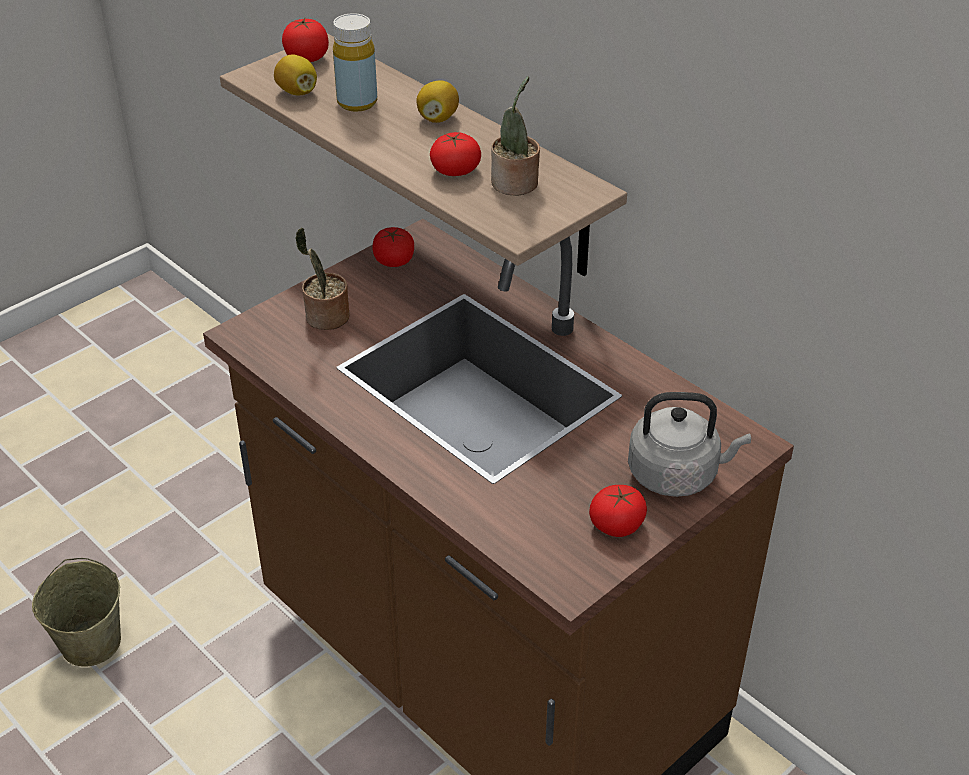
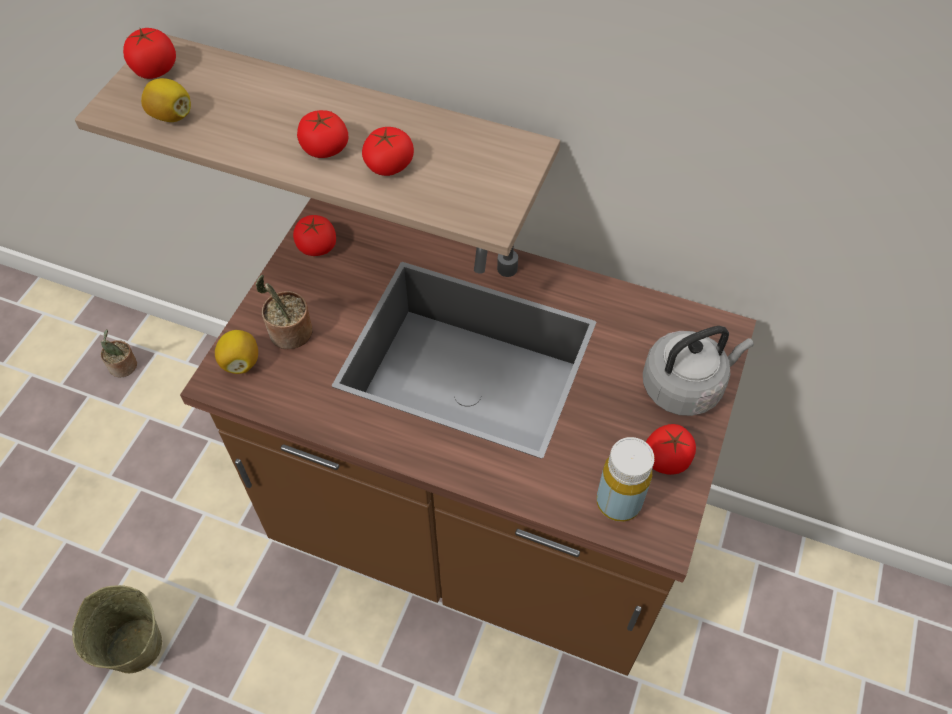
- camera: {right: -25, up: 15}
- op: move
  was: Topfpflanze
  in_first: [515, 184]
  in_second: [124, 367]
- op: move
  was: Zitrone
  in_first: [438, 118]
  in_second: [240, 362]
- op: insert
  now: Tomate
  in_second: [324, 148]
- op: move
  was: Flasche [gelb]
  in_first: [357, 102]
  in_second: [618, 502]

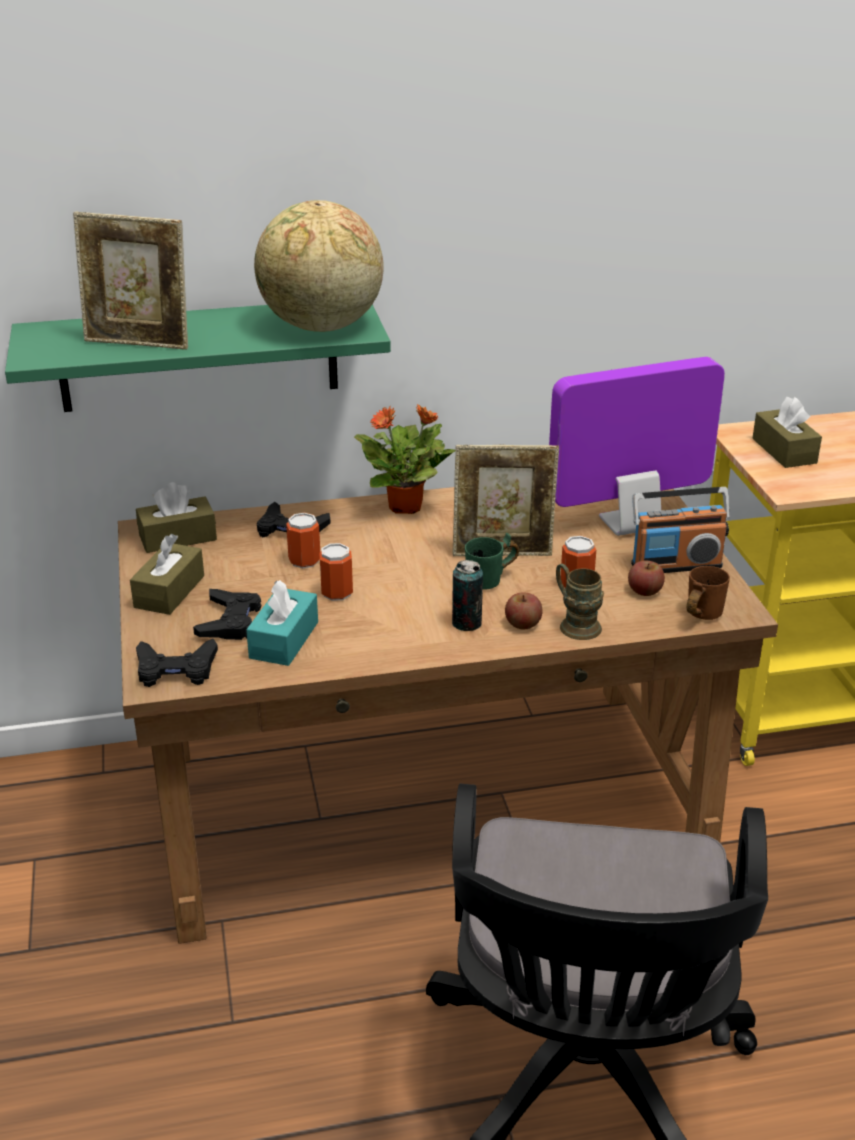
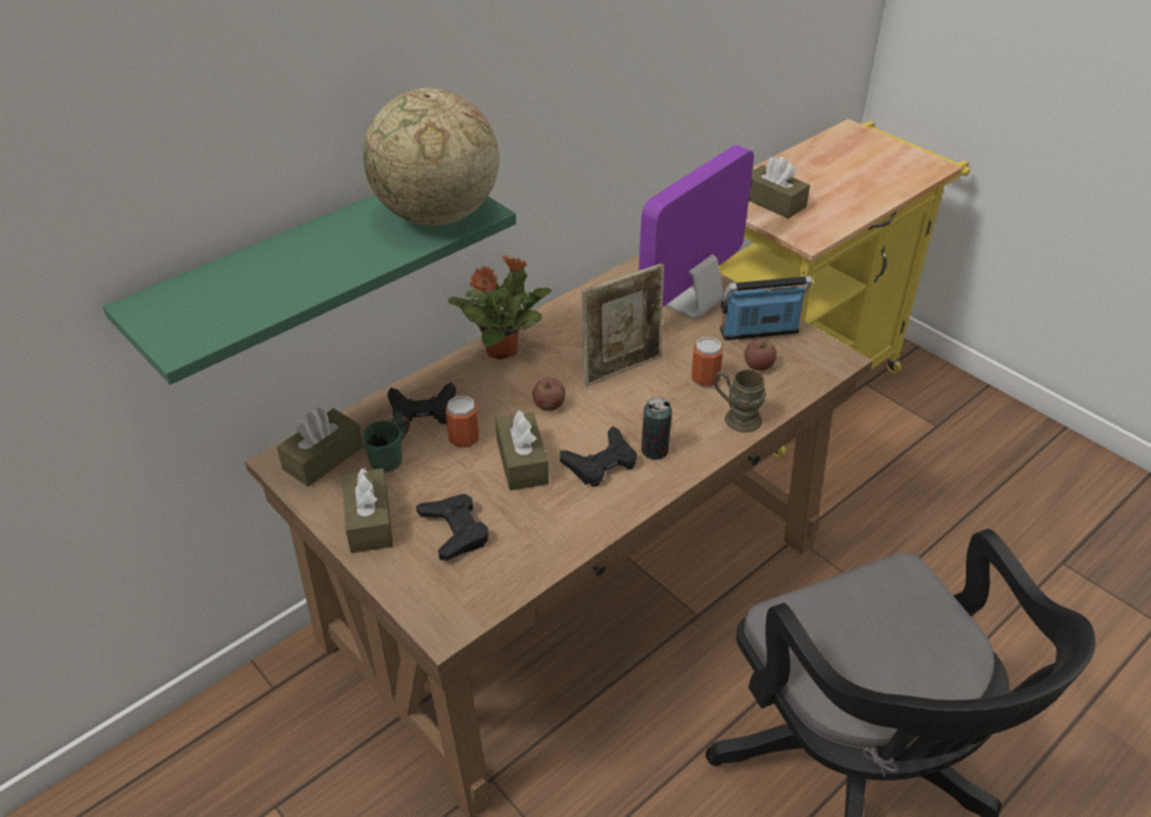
- camera: {right: -30, up: 10}
- op: move
  was: Henkelbecher [grün]
  in_first: [492, 583]
  in_second: [394, 459]
- op: replace
  was: Dose
  now: Taschentuchbox [braun]
  in_first: [337, 593]
  in_second: [522, 462]
- op: move
  was: Apfel
  in_first: [523, 624]
  in_second: [549, 405]
- op: move
  was: Gamepad [schwarz]
  in_first: [176, 669]
  in_second: [601, 463]
- op: rotate
  was: Radio
  in_first: [676, 565]
  in_second: [759, 332]
  clockwise: -150
- op: delete
  was: Bilderrahmen
  in_first: [139, 343]
- op: delete
  was: Taschentuchbox [türkis]
  in_first: [284, 640]
- op: delete
  was: Henkelbecher [braun]
  in_first: [697, 616]

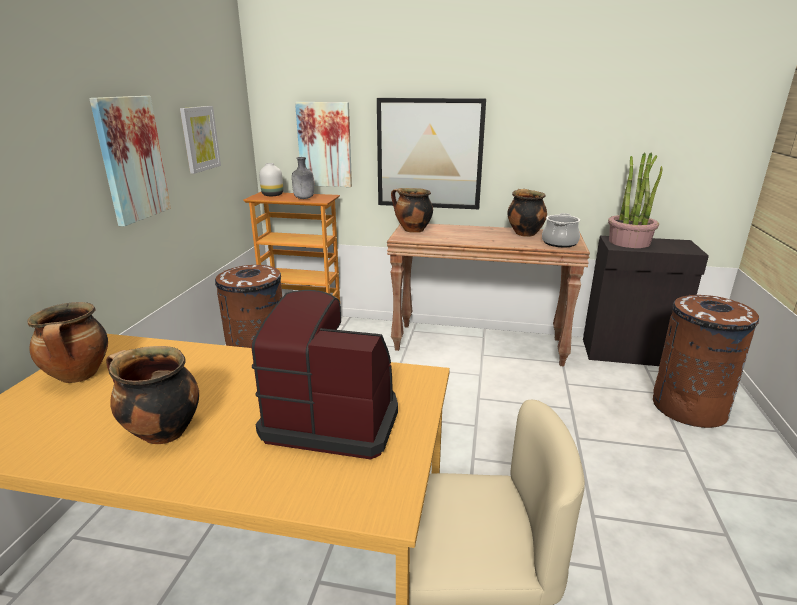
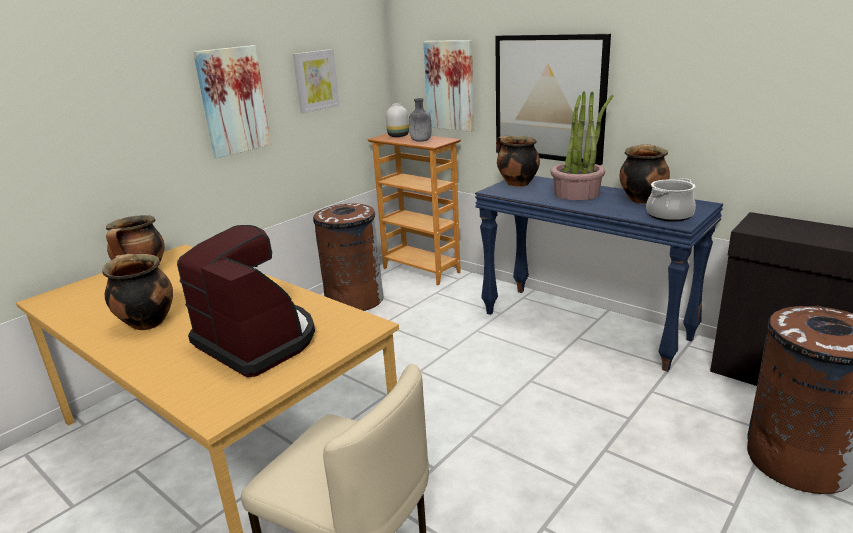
- camera: {right: 30, up: 0}
- op: recolor
  was: Konsolentisch [braun]
  now: Konsolentisch [blau]
  in_first: [479, 344]
  in_second: [585, 325]
- op: move
  was: Topfpflanze
  in_first: [629, 242]
  in_second: [577, 193]

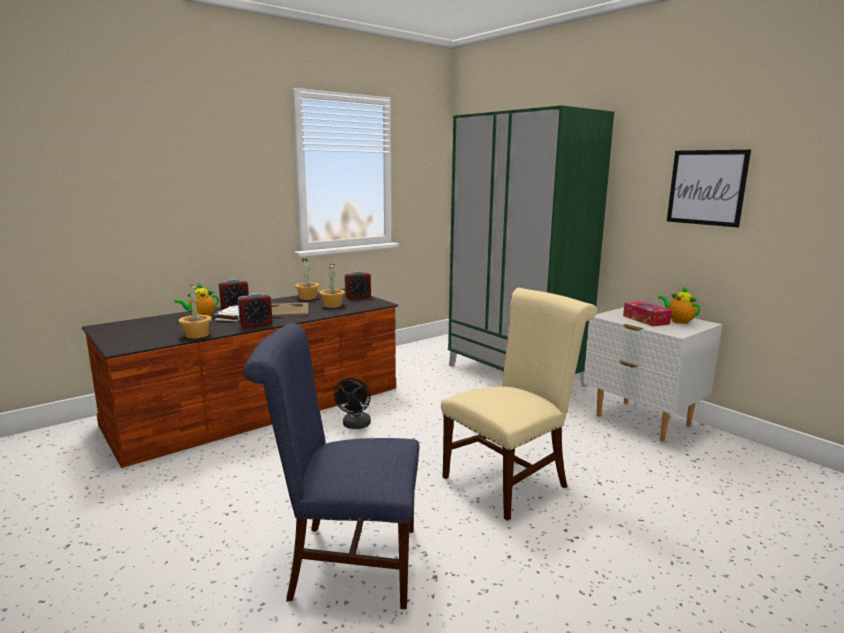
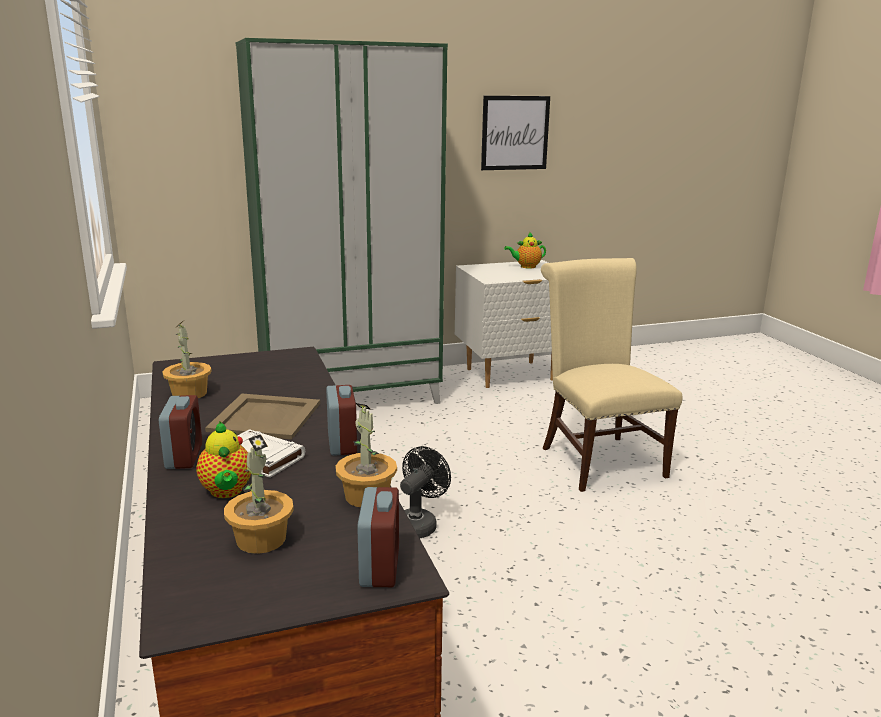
- camera: {right: -70, up: 5}
- op: move
  was: Topfpflanze
  in_first: [332, 305]
  in_second: [260, 539]
- op: move
  was: Wecker
  in_first: [358, 297]
  in_second: [379, 567]
- op: rotate
  was: Ventilator [schwarz]
  in_first: [355, 426]
  in_second: [419, 524]
  clockwise: -90
- op: delete
  was: Stuhl [blau]
  in_first: [345, 563]
- op: delete
  was: Taschentuchbox
  in_first: [646, 320]

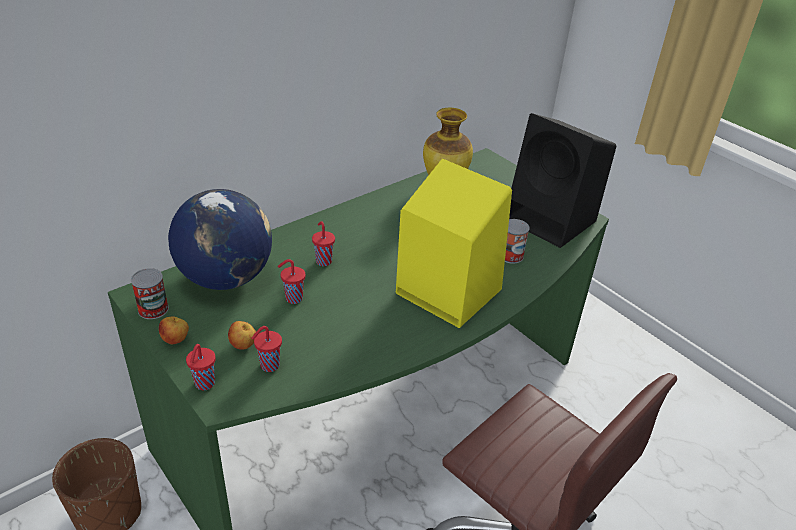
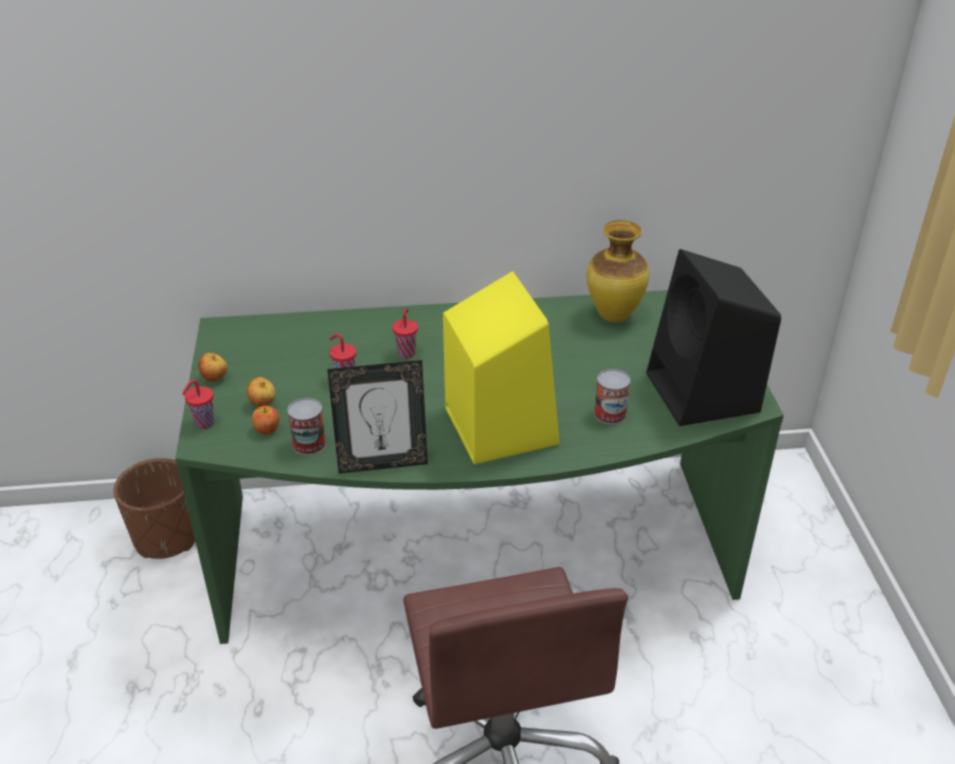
- camera: {right: 35, up: 0}
- op: replace
  was: Tasse [rot]
  now: Apfel
  in_first: [268, 366]
  in_second: [267, 429]
- op: move
  was: Dose
  in_first: [153, 309]
  in_second: [309, 444]
- op: insert
  now: Bilderrahmen
  in_second: [382, 463]
- op: delete
  was: Globus
  in_first: [226, 278]

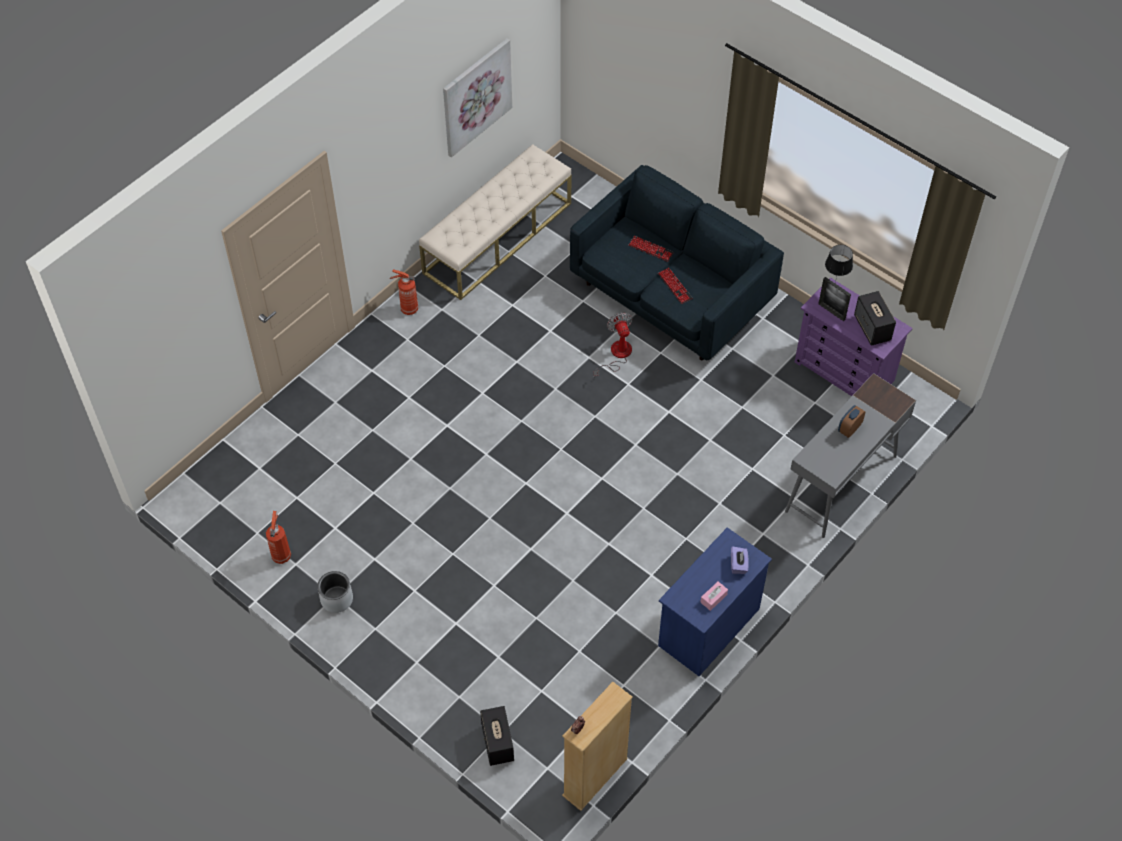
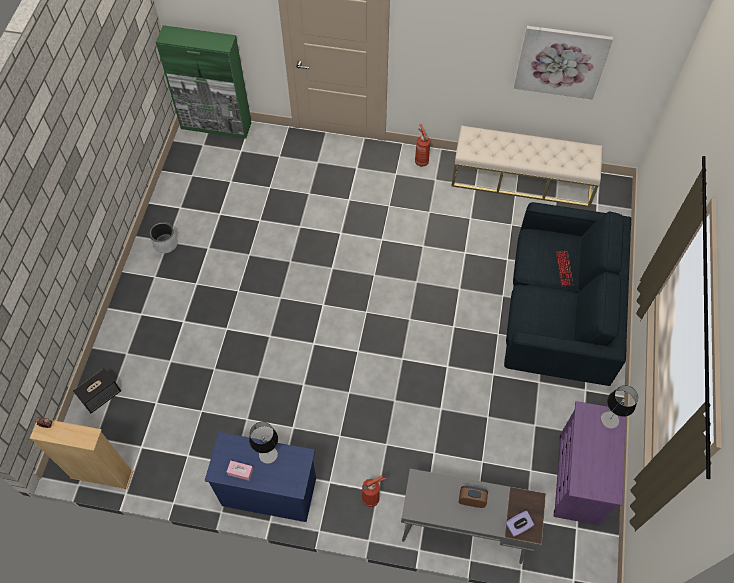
- camera: {right: 60, up: 5}
- op: insert
  now: Schrank [grün]
  in_second: [216, 126]
- op: insert
  now: Tischlampe
  in_second: [268, 454]
- op: move
  was: Feuerlöscher
  in_first: [281, 555]
  in_second: [371, 498]
- op: move
  was: Taschentuchbox [lila]
  in_first: [738, 565]
  in_second: [518, 526]
- op: delete
  was: Ventilator
  in_first: [616, 355]
- op: delete
  was: Tastatur
  in_first: [675, 286]
- op: delete
  was: Bilderrahmen
  in_first: [831, 311]
- op: delete
  was: Lautsprecher
  in_first: [872, 328]

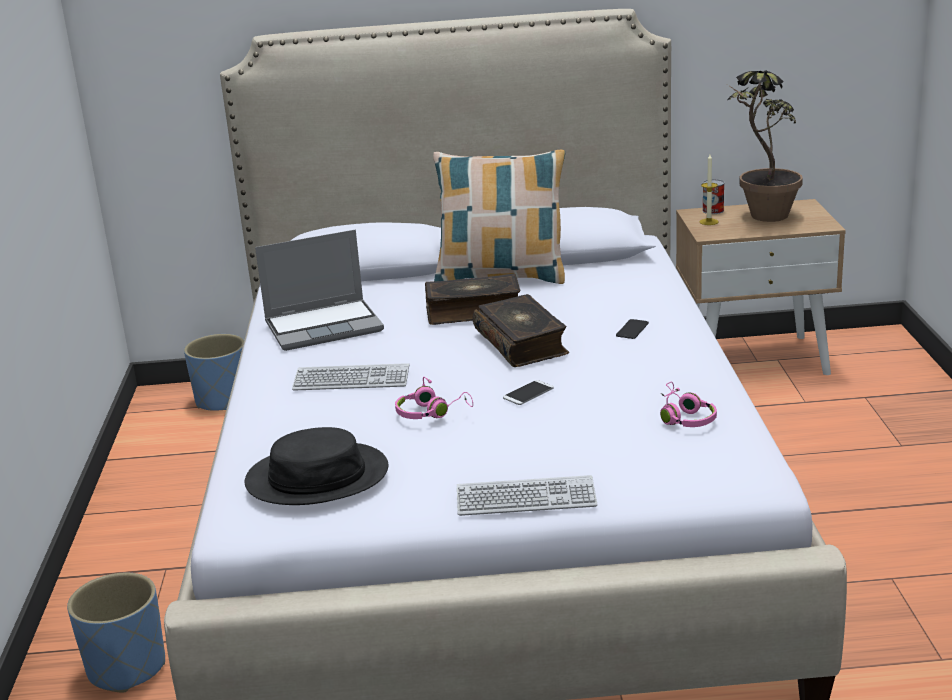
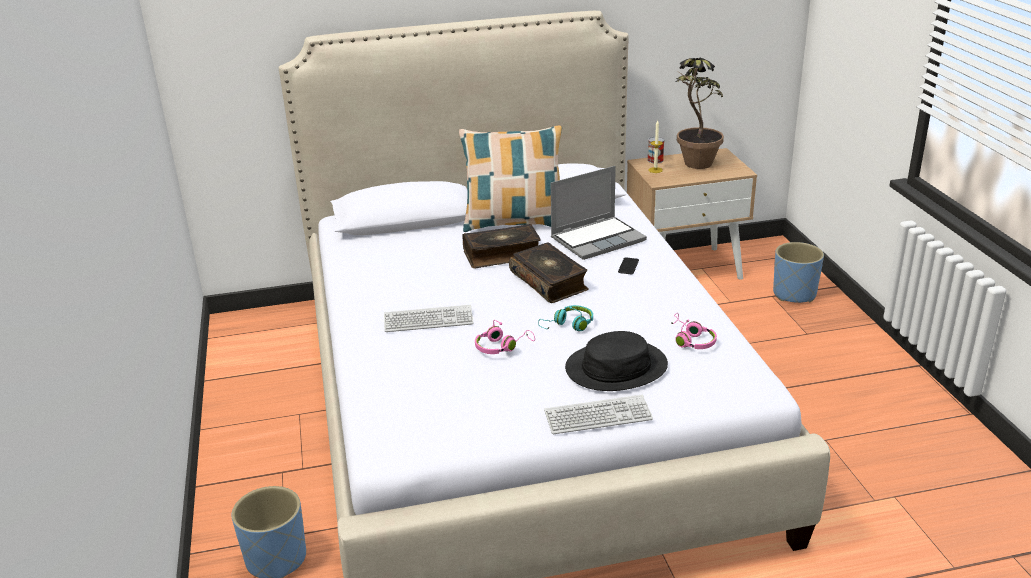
- camera: {right: -10, up: 5}
- op: replace
  was: Handy
  now: Kopfhörer [türkis]
  in_first: [528, 393]
  in_second: [568, 325]
- op: move
  was: Laptop
  in_first: [325, 326]
  in_second: [598, 239]
- op: move
  was: Hut [schwarz]
  in_first: [317, 476]
  in_second: [616, 367]
- op: move
  was: Pflanzkübel [blau]
  in_first: [223, 401]
  in_second: [794, 294]

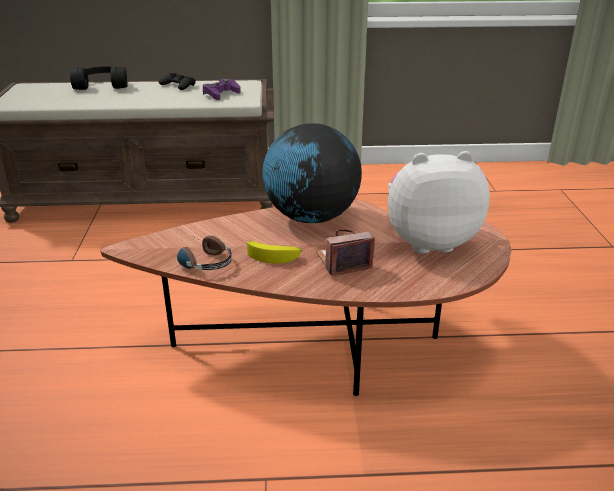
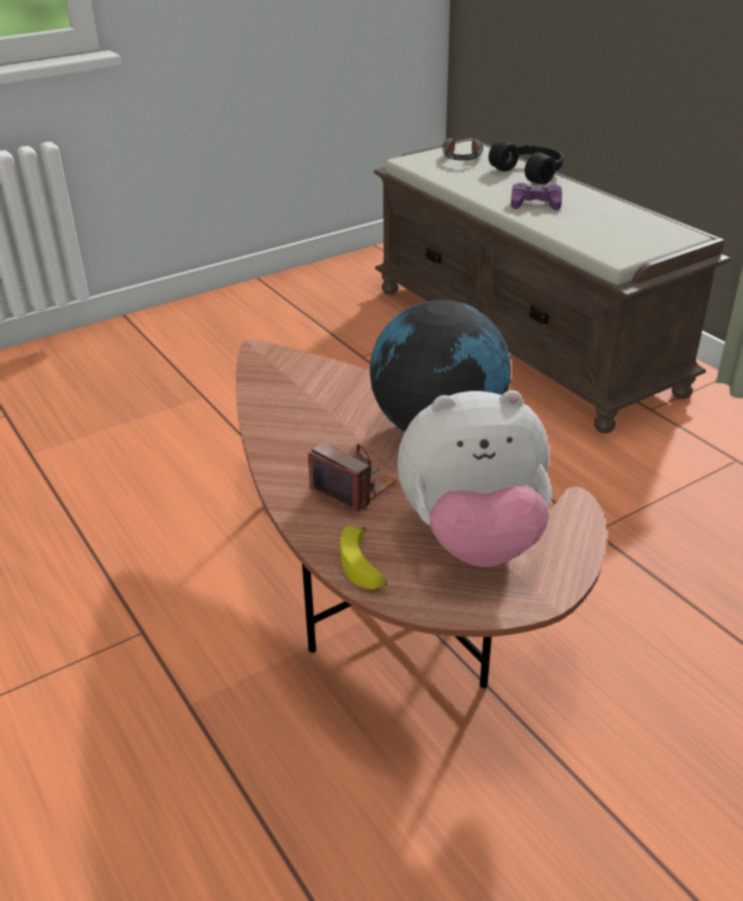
- camera: {right: 60, up: 5}
- op: move
  was: Banane
  in_first: [274, 256]
  in_second: [364, 567]
- op: rotate
  was: Plüschtier
  in_first: [428, 241]
  in_second: [473, 539]
  clockwise: 120
- op: move
  was: Kopfhörer
  in_first: [201, 260]
  in_second: [462, 156]
- op: move
  was: Gamepad [lila]
  in_first: [221, 94]
  in_second: [535, 203]
- op: delete
  was: Gamepad [schwarz]
  in_first: [178, 85]

